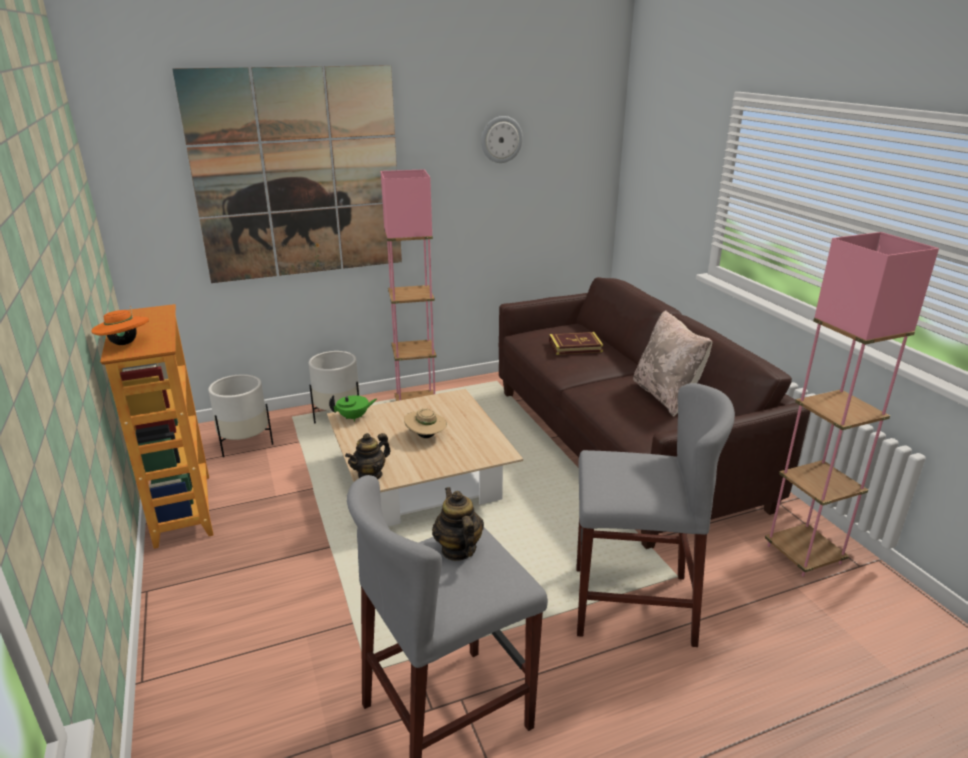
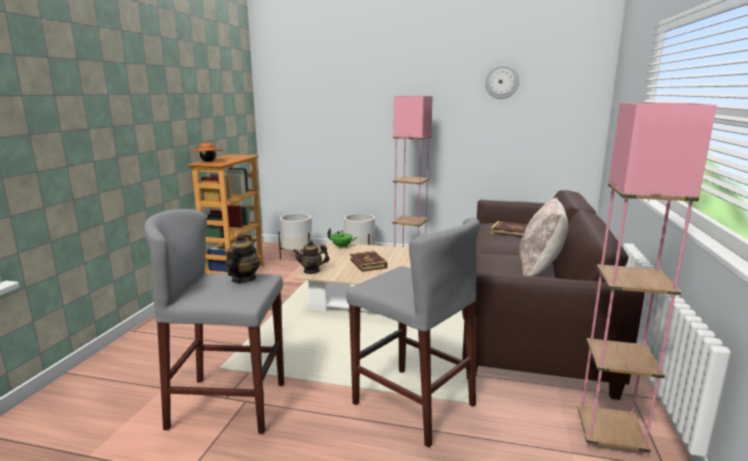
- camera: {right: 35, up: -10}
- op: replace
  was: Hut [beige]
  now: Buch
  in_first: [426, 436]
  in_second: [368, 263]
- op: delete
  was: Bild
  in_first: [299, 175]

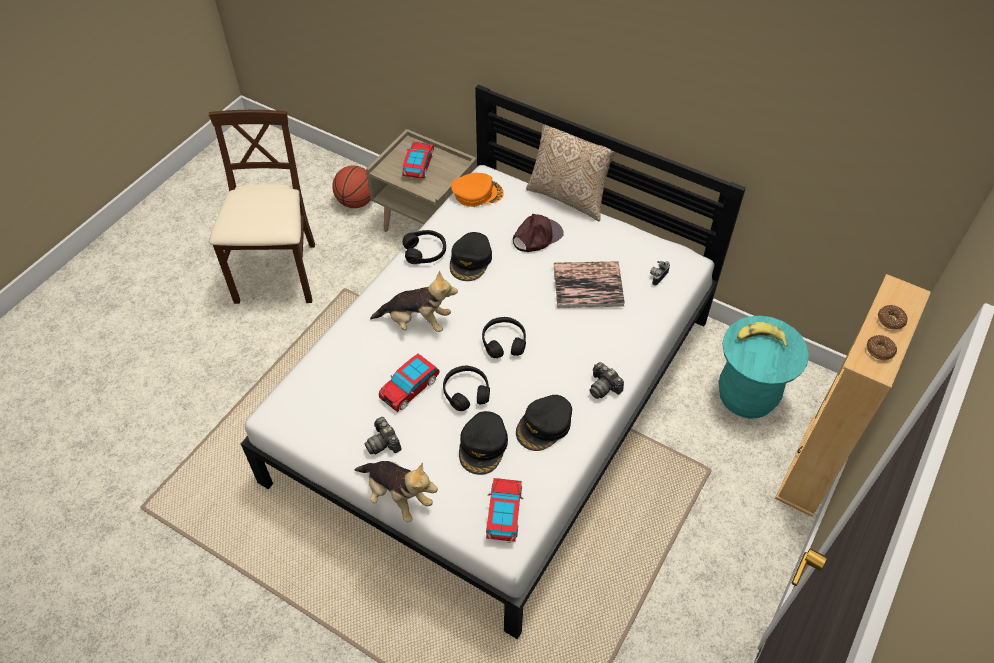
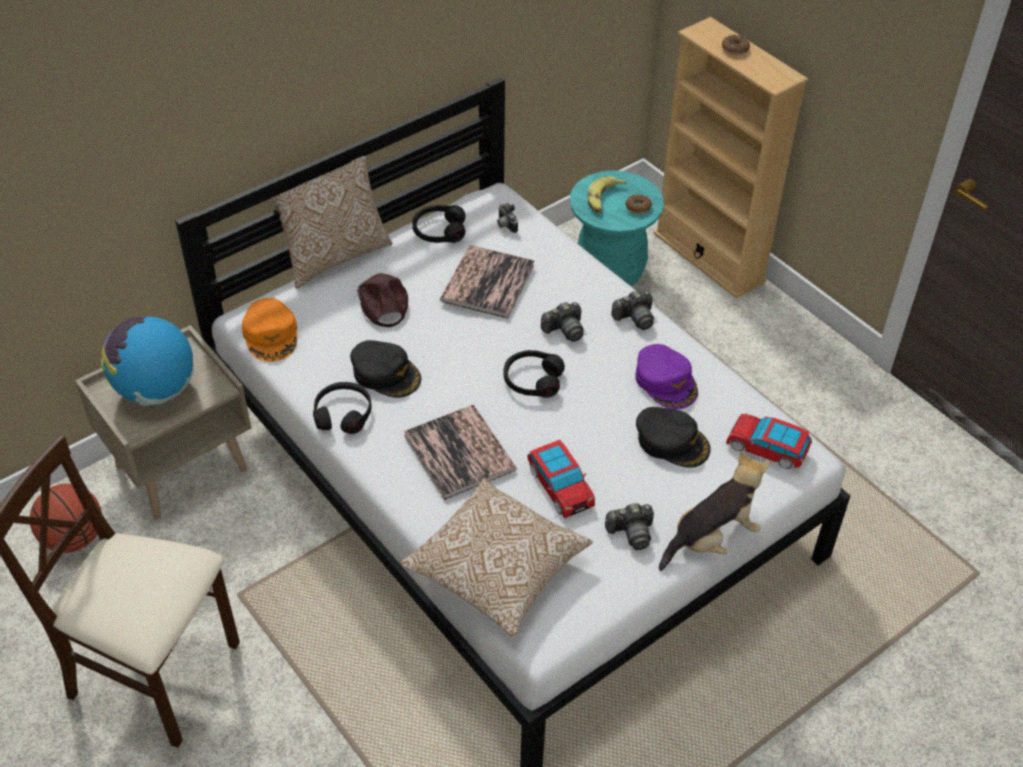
- camera: {right: -70, up: -5}
- op: replace
  was: Spielzeugauto
  now: Globus
  in_first: [418, 166]
  in_second: [156, 390]
- op: rotate
  was: Kappe [orange]
  in_first: [477, 193]
  in_second: [271, 335]
  clockwise: 150
- op: insert
  now: Kissen
  in_second: [497, 569]
- op: replace
  was: Plüschtier
  now: Buch
  in_first: [416, 322]
  in_second: [459, 452]
- op: move
  was: Kopfhörer [schwarz]
  in_first: [466, 391]
  in_second: [439, 231]
- op: insert
  now: Kamera
  in_second: [564, 330]
- op: move
  was: Donut
  in_first: [880, 350]
  in_second: [638, 207]
- op: recolor
  was: Kappe [schwarz]
  now: Kappe [lila]
  in_first: [544, 426]
  in_second: [666, 382]

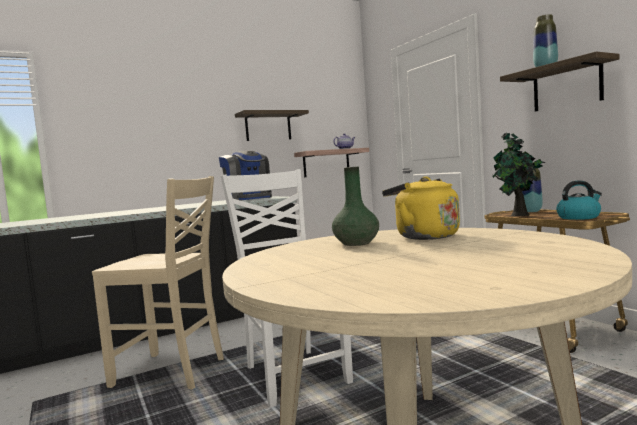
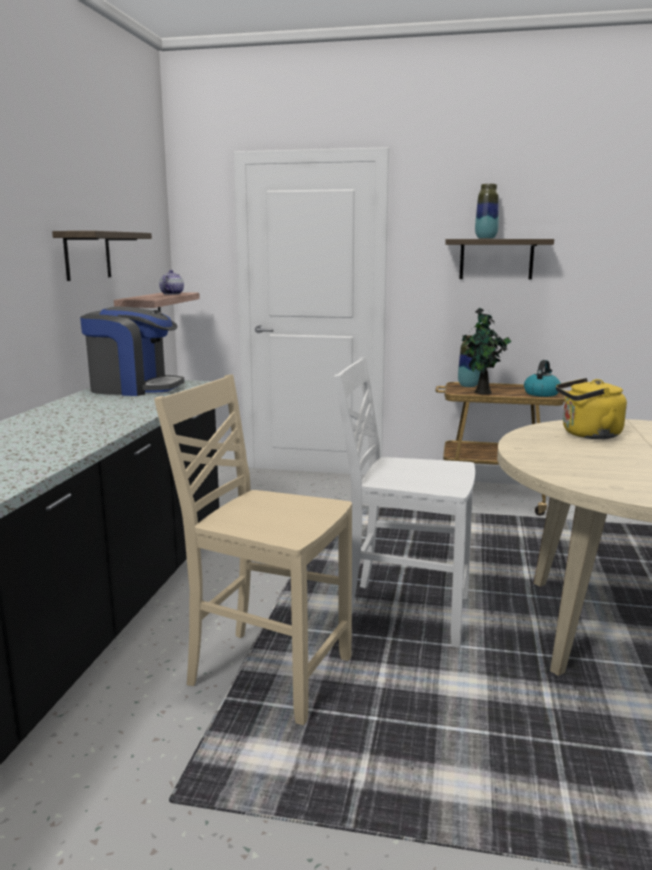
- camera: {right: -50, up: 10}
- op: rotate
  was: Stuhl [beige]
  in_first: [171, 372]
  in_second: [267, 672]
  clockwise: -120
- op: delete
  was: Vase [grün]
  in_first: [356, 243]

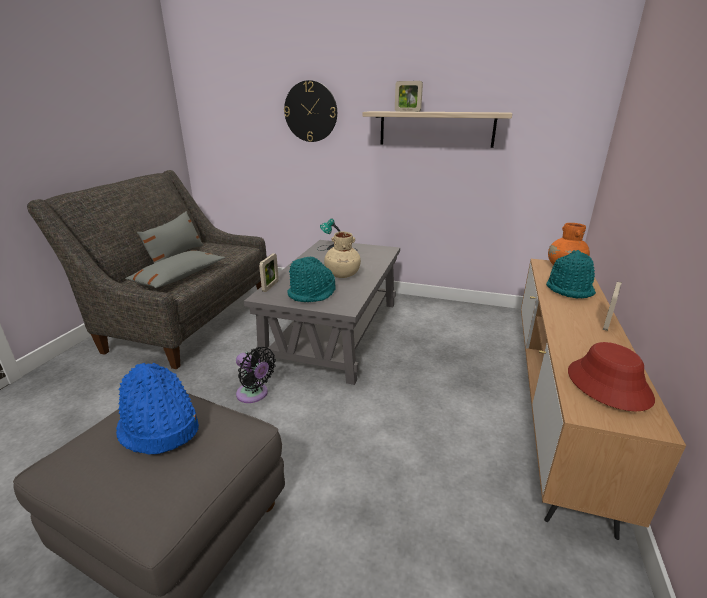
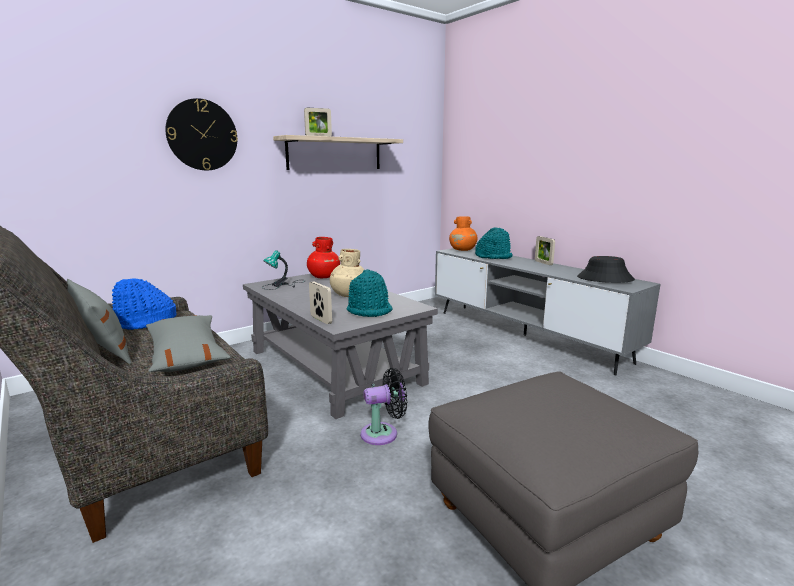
- camera: {right: -55, up: -10}
- op: move
  was: Hut [blau]
  in_first: [159, 429]
  in_second: [144, 322]
- op: insert
  now: Vase [rot]
  in_second: [323, 277]
- op: recolor
  was: Fernsehschrank [braun]
  now: Fernsehschrank [grau]
  in_first: [555, 404]
  in_second: [524, 335]
- op: recolor
  was: Hut [rot]
  now: Hut [schwarz]
  in_first: [607, 384]
  in_second: [605, 279]

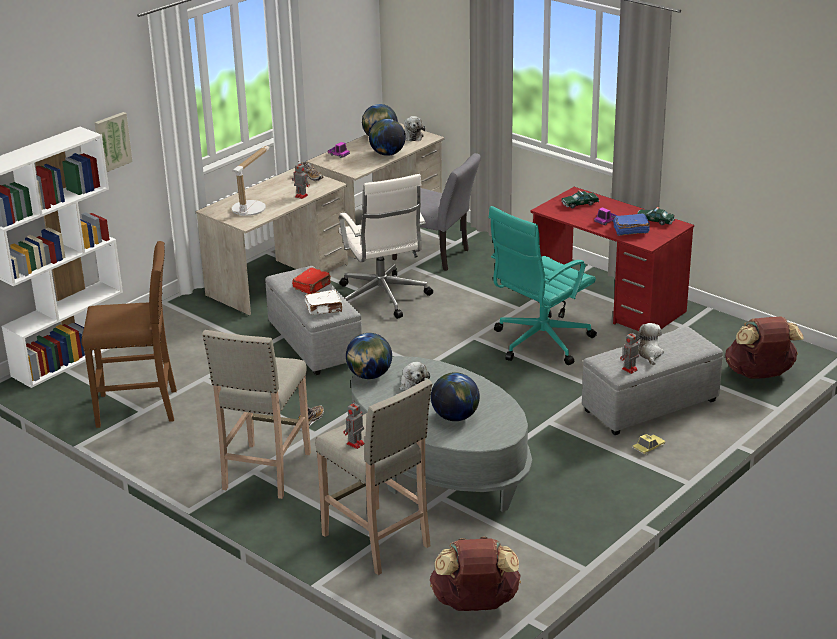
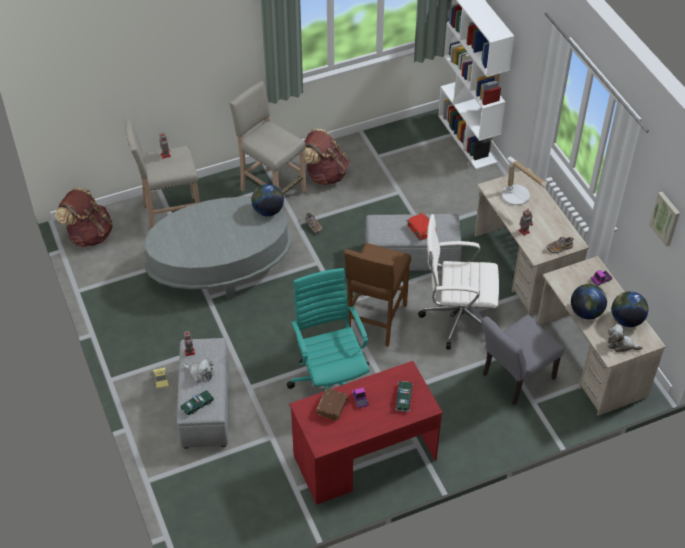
- camera: {right: 115, up: 20}
- op: move
  was: Spielzeugauto
  in_first: [655, 220]
  in_second: [197, 405]
- op: move
  was: Rucksack [braun]
  in_first: [760, 375]
  in_second: [325, 174]
- op: recolor
  was: Buch [blau]
  now: Buch [braun]
  in_first: [630, 231]
  in_second: [332, 407]
- op: move
  was: Hocker [braun]
  in_first: [139, 408]
  in_second: [375, 320]
- op: move
  was: Bild
  in_first: [112, 141]
  in_second: [666, 218]
- op: delete
  was: Buch [weiß]
  in_first: [324, 309]
- op: delete
  was: Plüschtier
  in_first: [413, 385]
- op: delete
  was: Globus
  in_first: [455, 417]

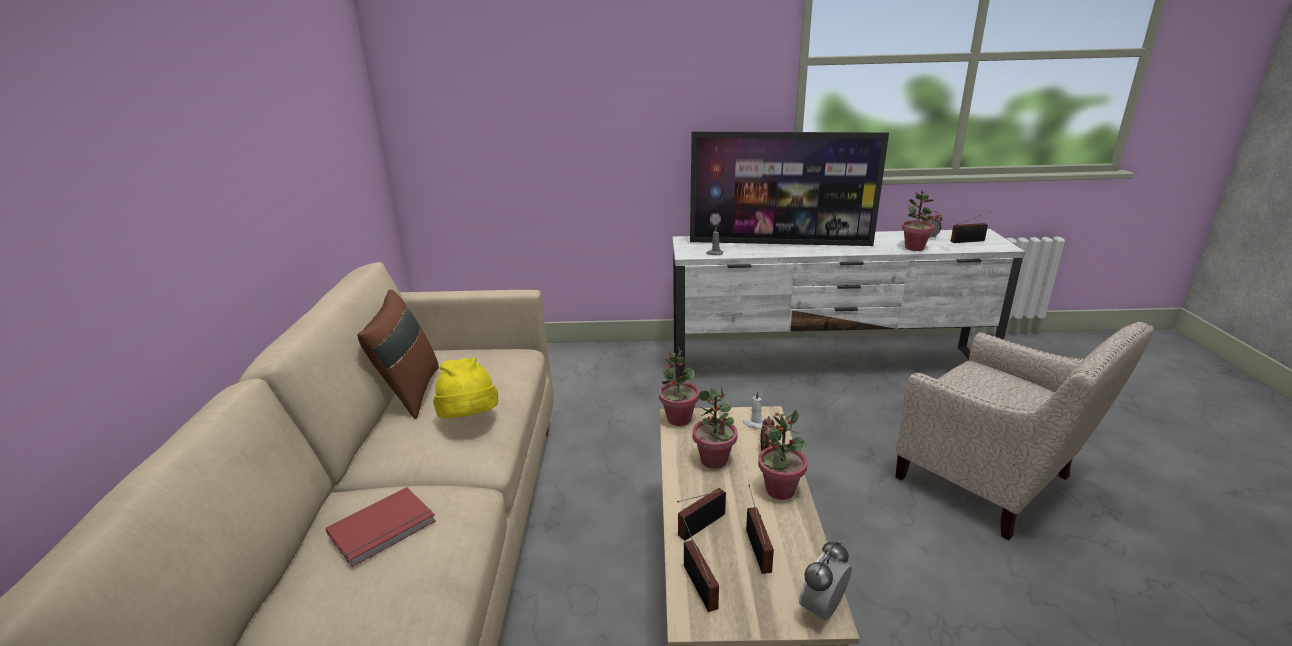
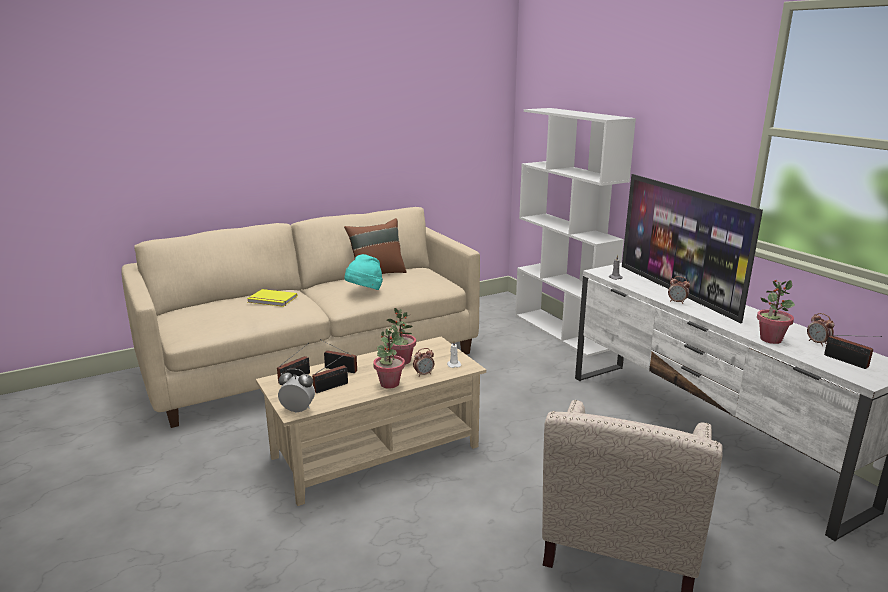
- camera: {right: 60, up: -5}
- op: recolor
  was: Buch [rot]
  now: Buch [gelb]
  in_first: [384, 529]
  in_second: [272, 300]
- op: recolor
  was: Hut [gelb]
  now: Hut [türkis]
  in_first: [469, 420]
  in_second: [364, 292]
- op: insert
  now: Bücherregal [weiß]
  in_second: [562, 331]
- op: insert
  now: Wecker
  in_second: [677, 302]
- op: delete
  was: Topfpflanze
  in_first: [678, 419]

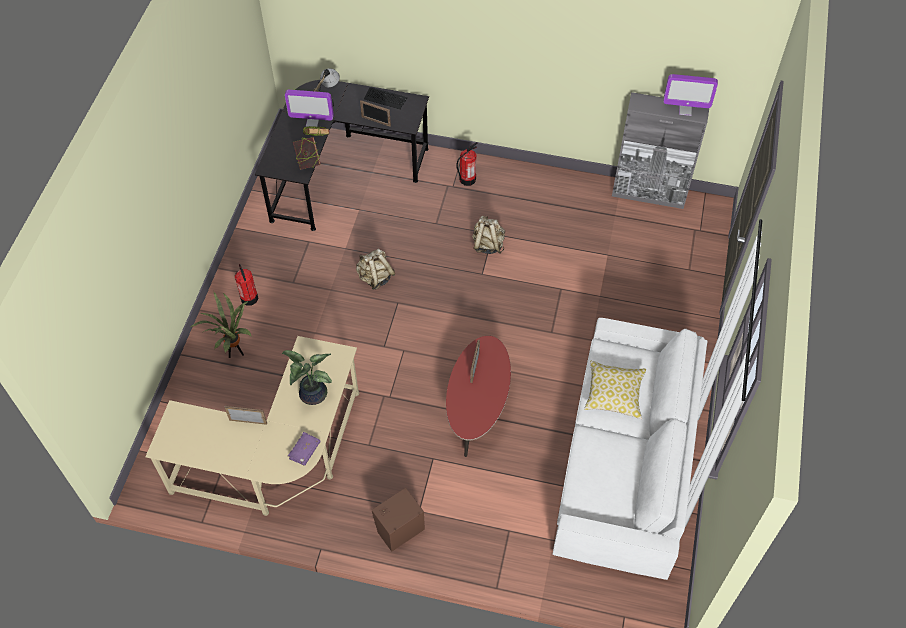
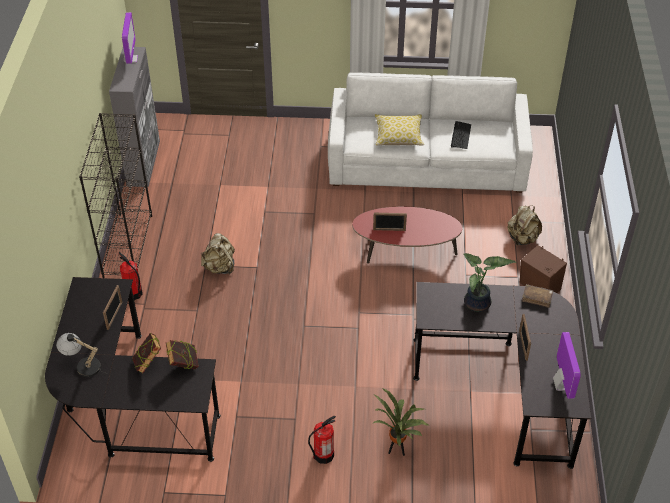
- camera: {right: -100, up: -10}
- op: insert
  now: Bücherregal [schwarz]
  in_second: [127, 245]
- op: recolor
  was: Schreibtisch [beige]
  now: Schreibtisch [schwarz]
  in_first: [277, 459]
  in_second: [505, 386]
- op: move
  was: Tastatur
  in_first: [385, 98]
  in_second: [460, 135]
- op: move
  was: Rucksack [beige]
  in_first: [375, 278]
  in_second: [522, 238]
- op: recolor
  was: Buch [lila]
  now: Buch [braun]
  in_first: [304, 451]
  in_second: [537, 298]
- op: move
  was: Monitor
  in_first: [312, 122]
  in_second: [561, 384]

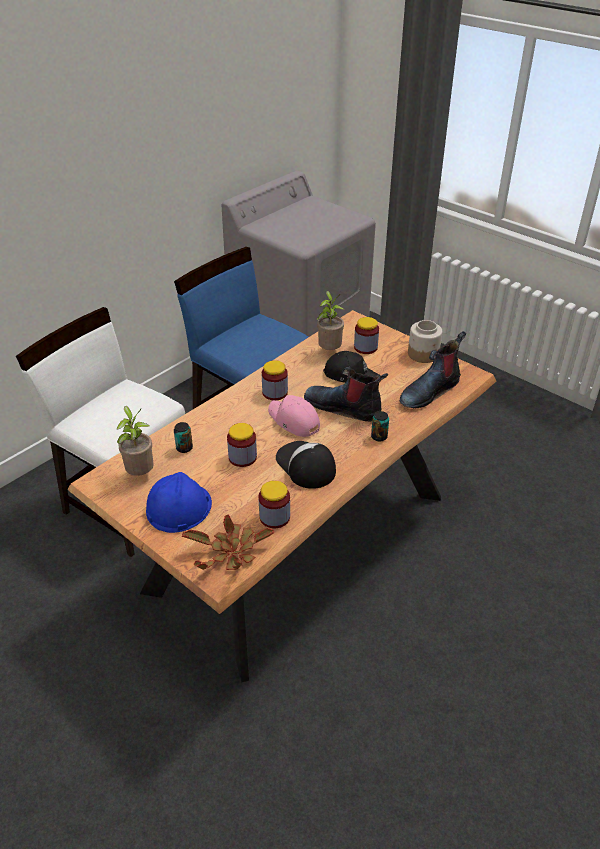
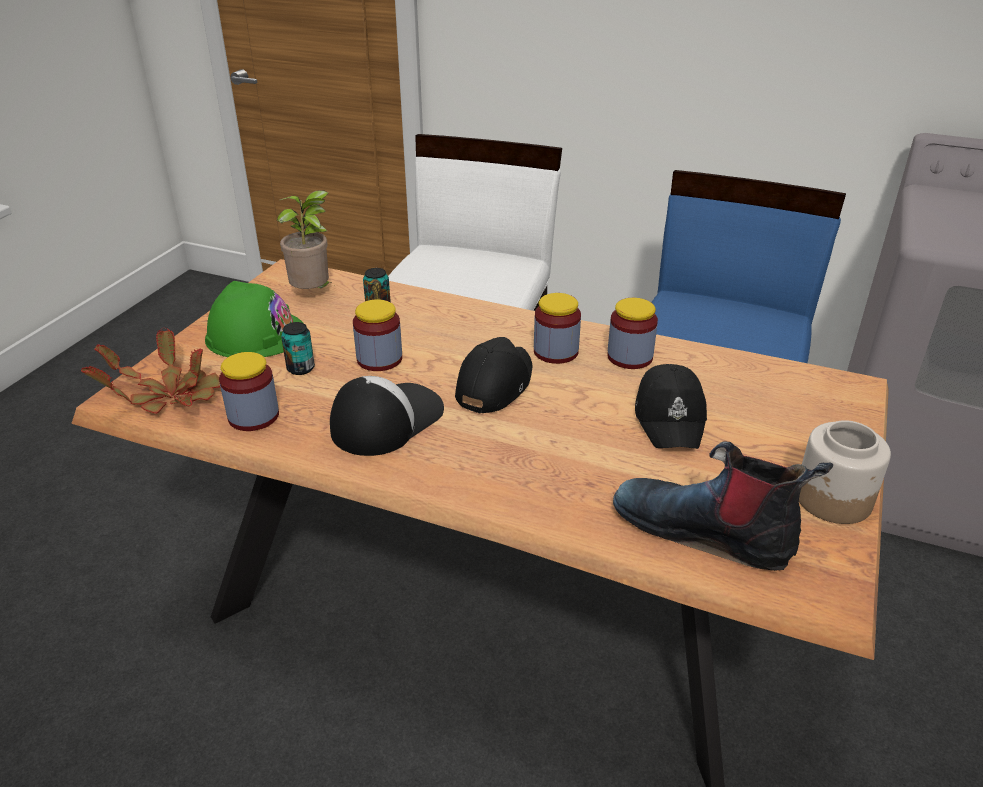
- camera: {right: 70, up: -5}
- op: recolor
  was: Schutzhelm [blau]
  now: Schutzhelm [grün]
  in_first: [178, 507]
  in_second: [256, 335]
- op: move
  was: Dose
  in_first: [379, 437]
  in_second: [300, 368]
- op: recolor
  was: Kappe [rosa]
  now: Kappe [schwarz]
  in_first: [293, 421]
  in_second: [494, 384]
- op: move
  was: Vorratsglas
  in_first: [365, 347]
  in_second: [630, 357]
- op: delete
  was: Stiefel
  in_first: [344, 407]
- op: delete
  was: Topfpflanze
  in_first: [329, 351]

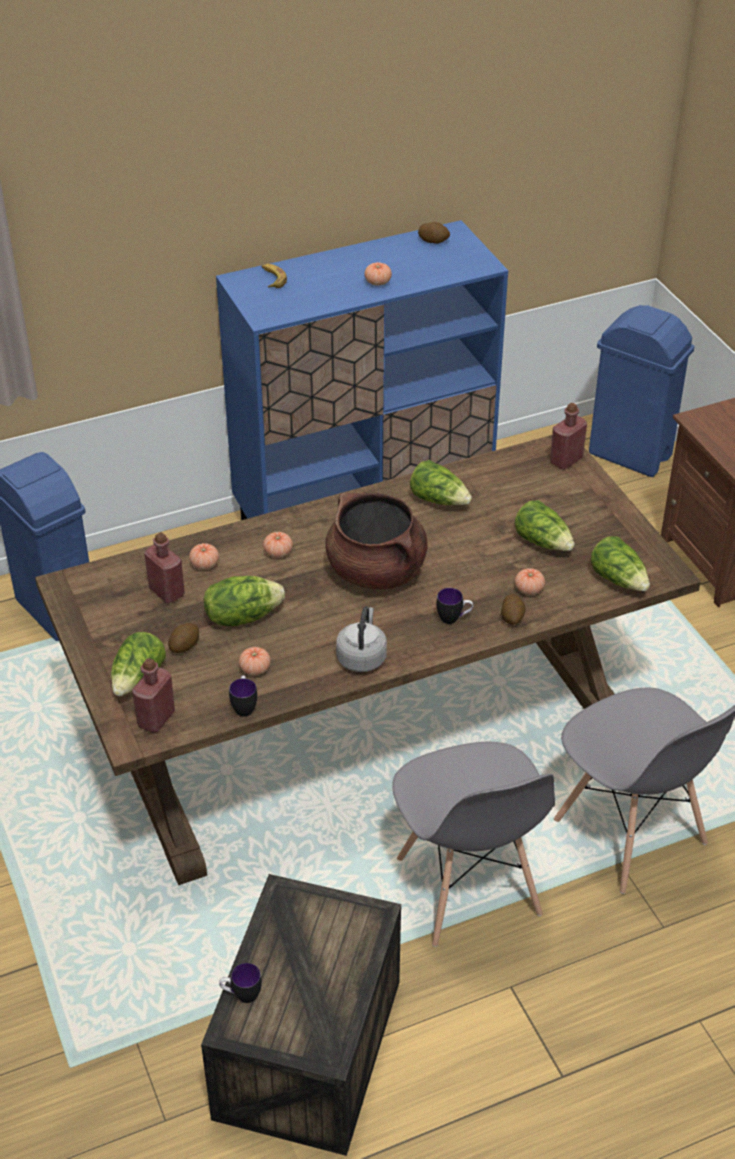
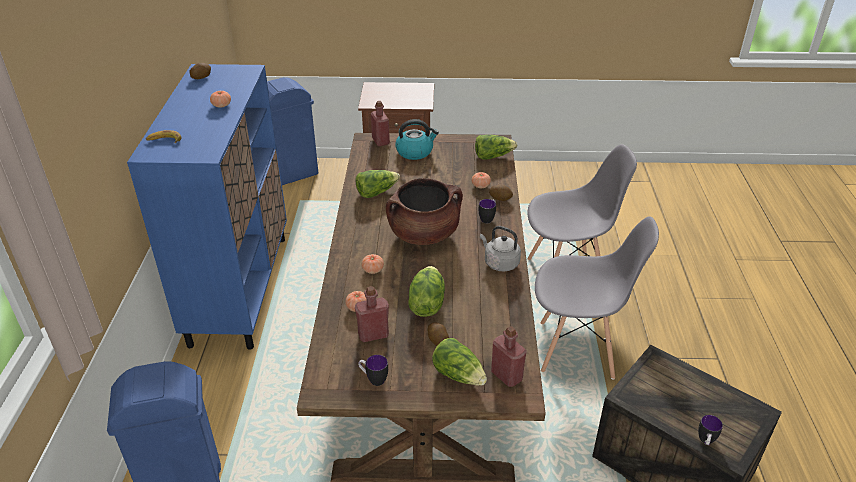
- camera: {right: -65, up: -5}
- op: move
  was: Henkelbecher
  in_first: [244, 706]
  in_second: [373, 379]
- op: insert
  now: Wasserkessel
  in_second: [415, 152]
- op: delete
  was: Tomate
  in_first: [255, 669]
- op: delete
  was: Salatkopf
  in_first: [543, 542]

